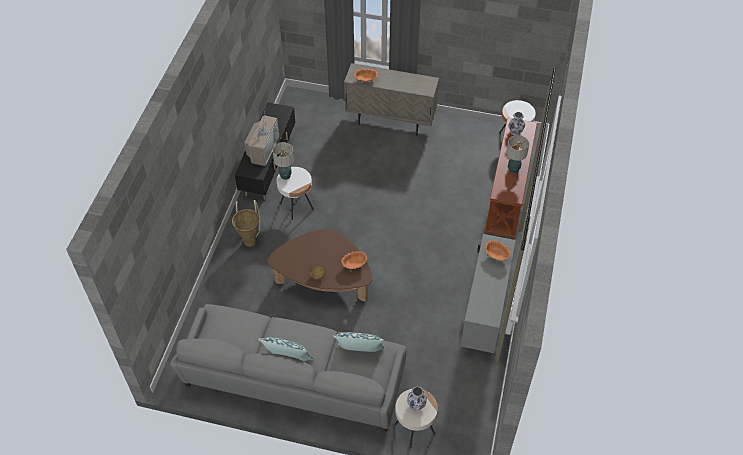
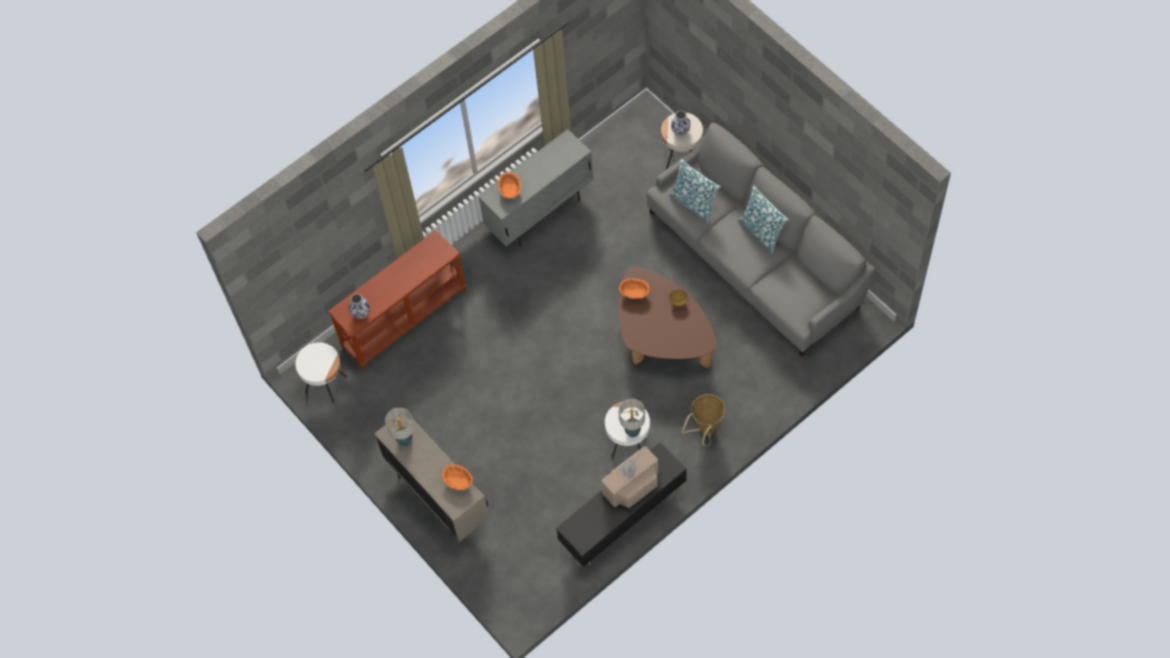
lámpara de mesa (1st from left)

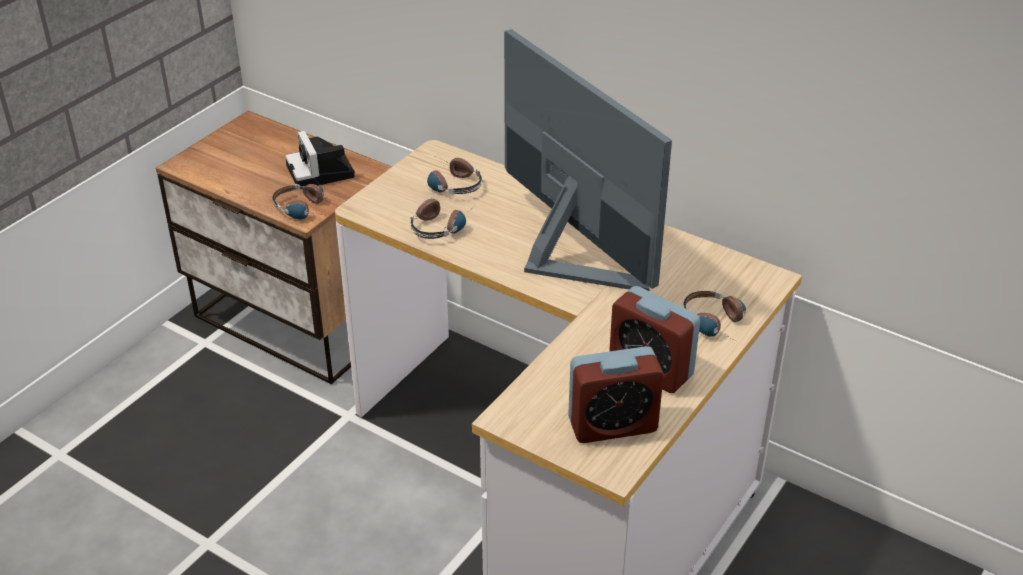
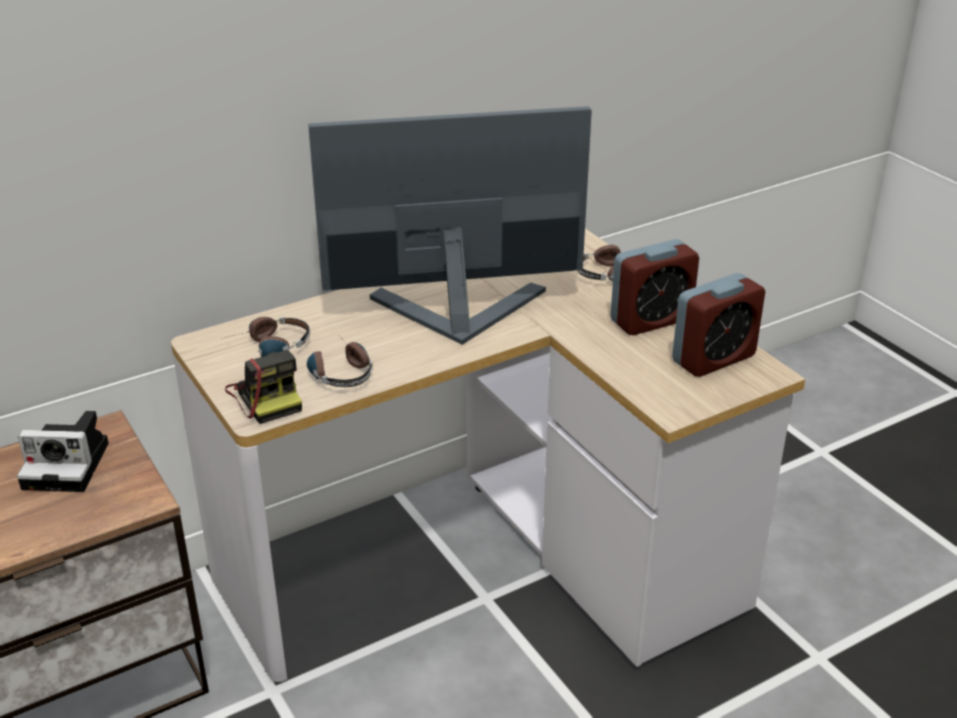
auriculares (1st from left in the first image)
cámara (2nd from left)
despertador (2nd from left)

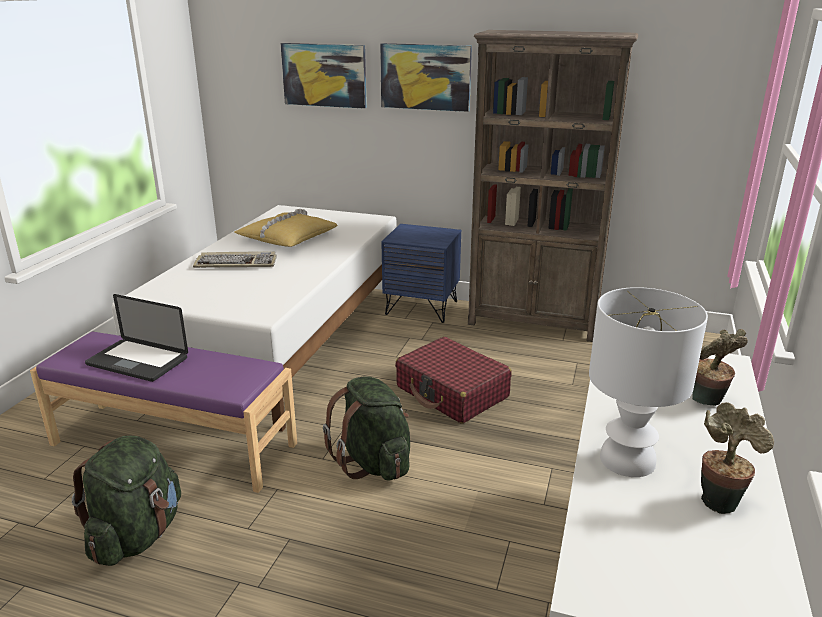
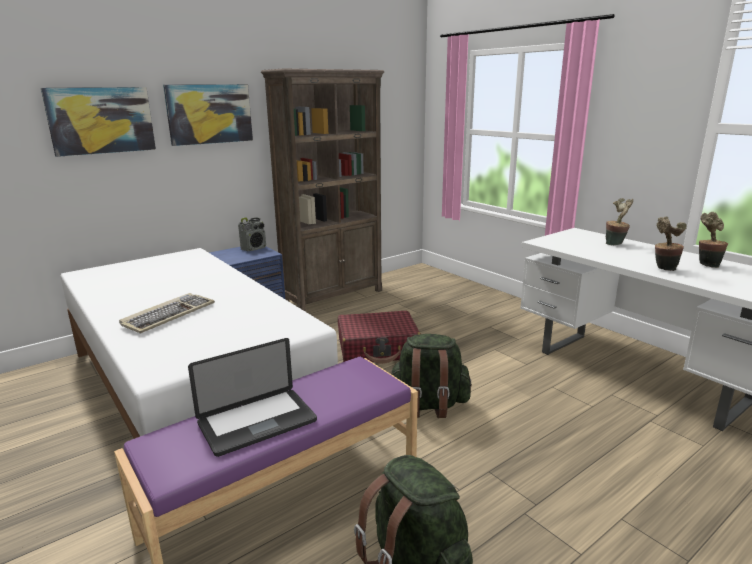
cojín/amarillo
radio
planta en maceta (2nd from left)

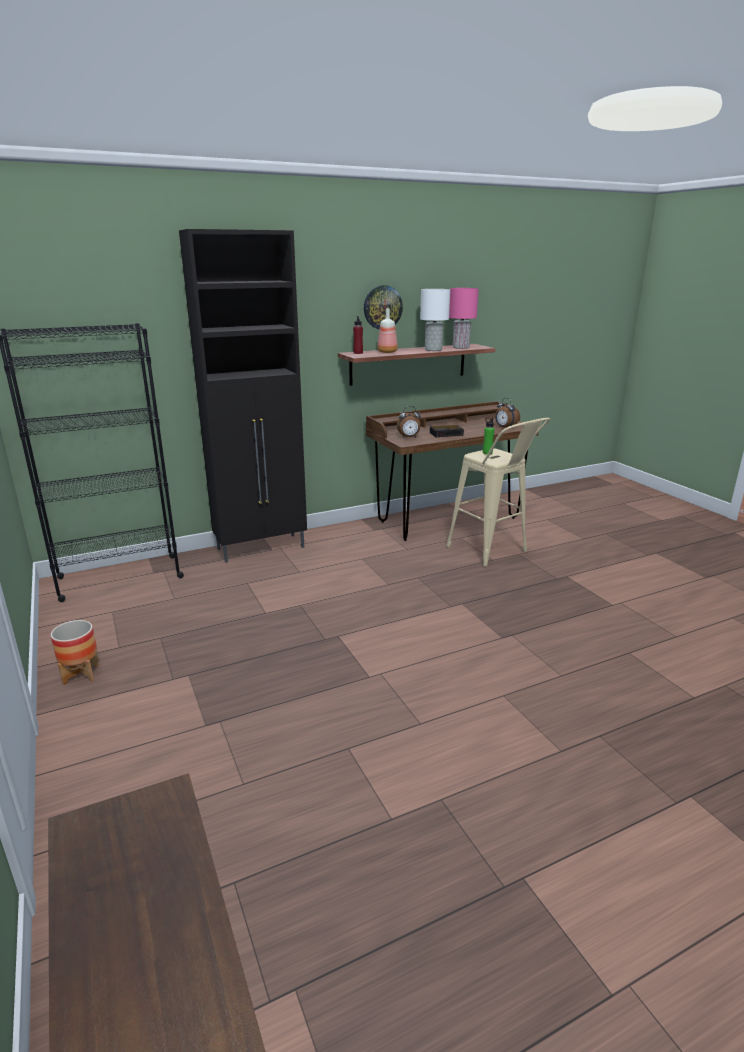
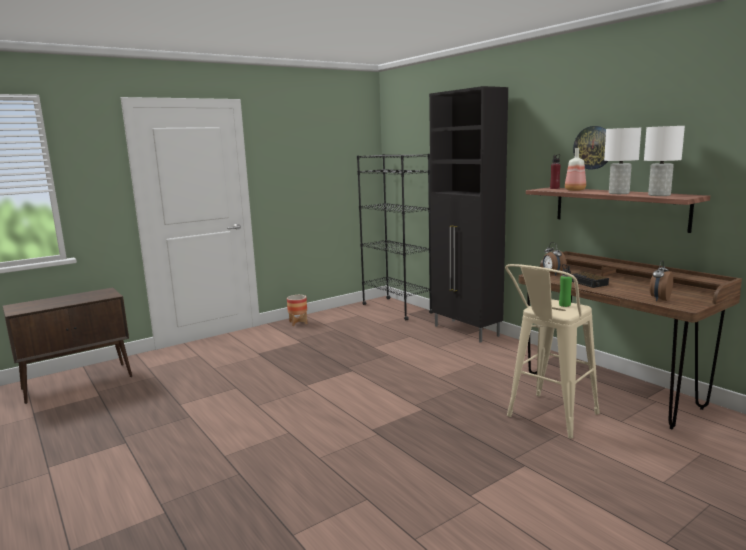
lámpara de mesa/blanco (2nd from left)

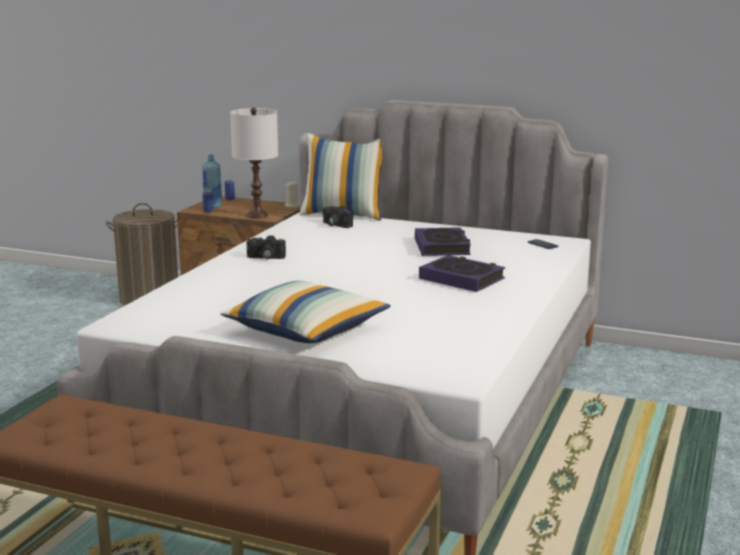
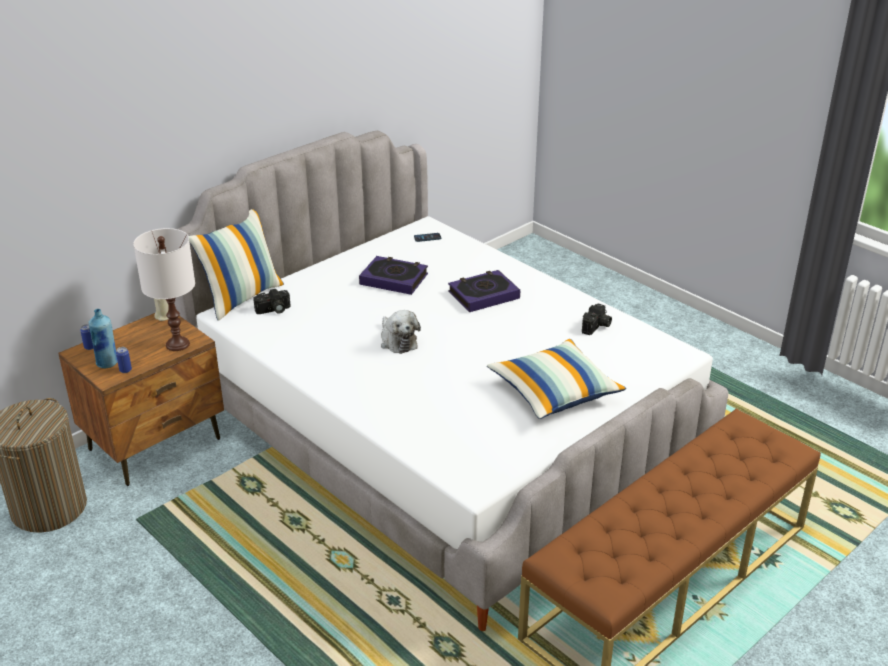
peluche
cámara (2nd from left)

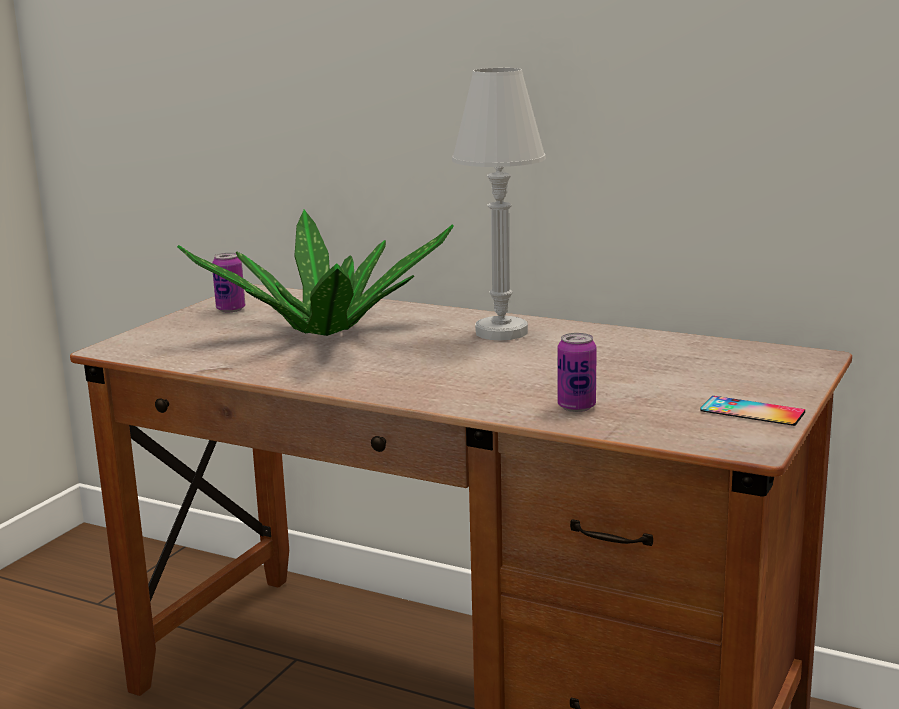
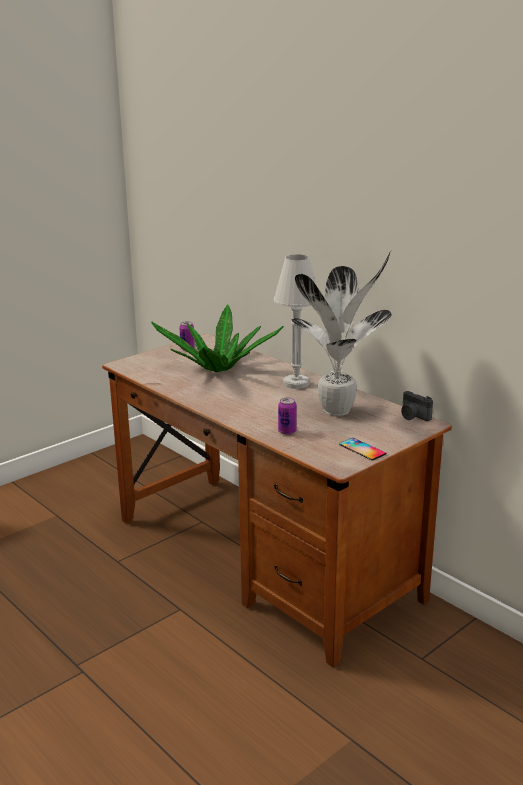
planta en maceta (2nd from left)
cámara

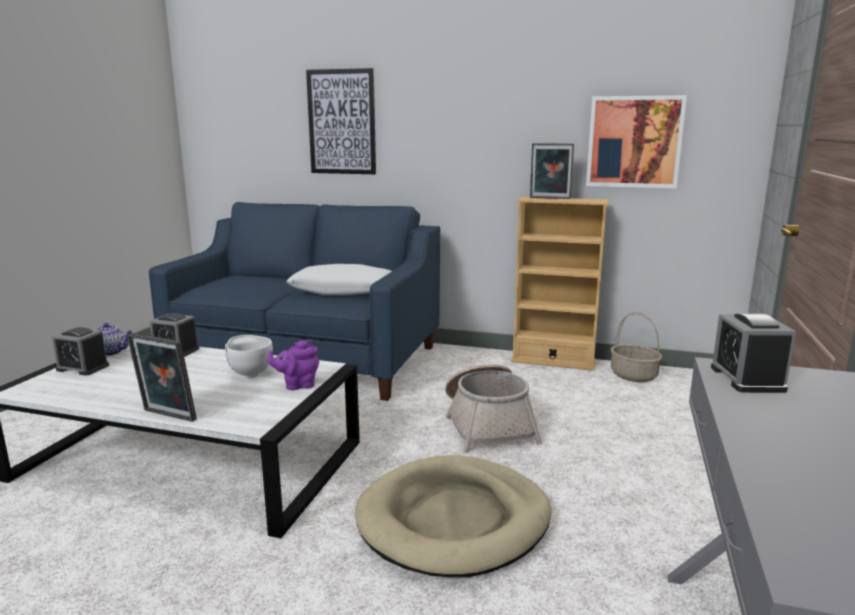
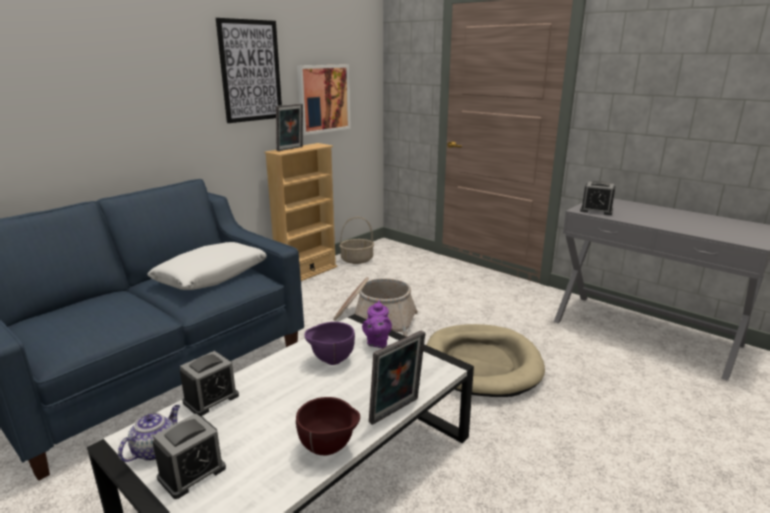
cuenco/marrón
cuadro (1st from left)
cuenco/morado

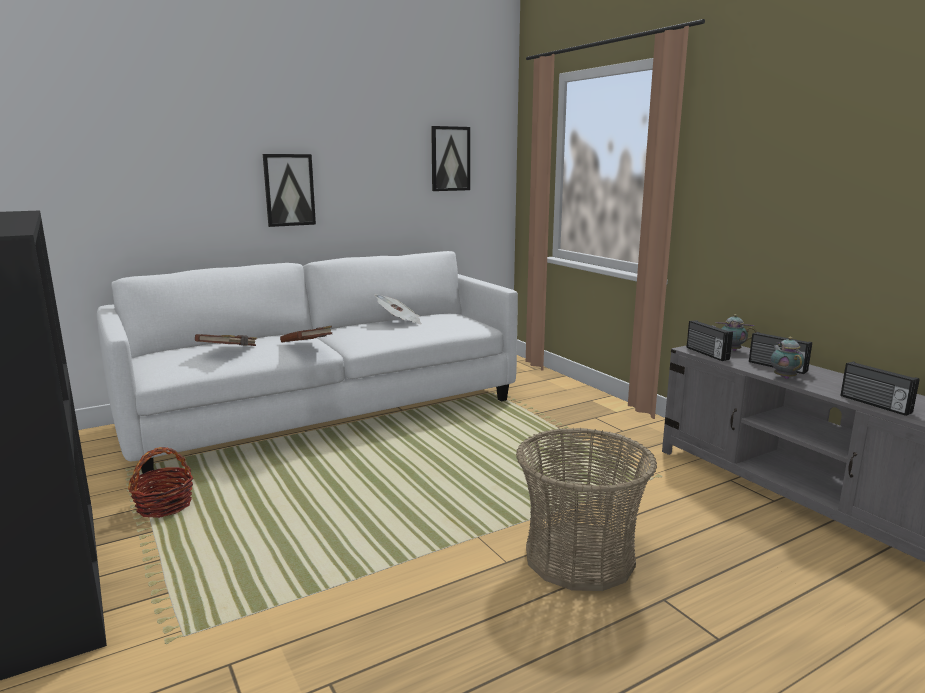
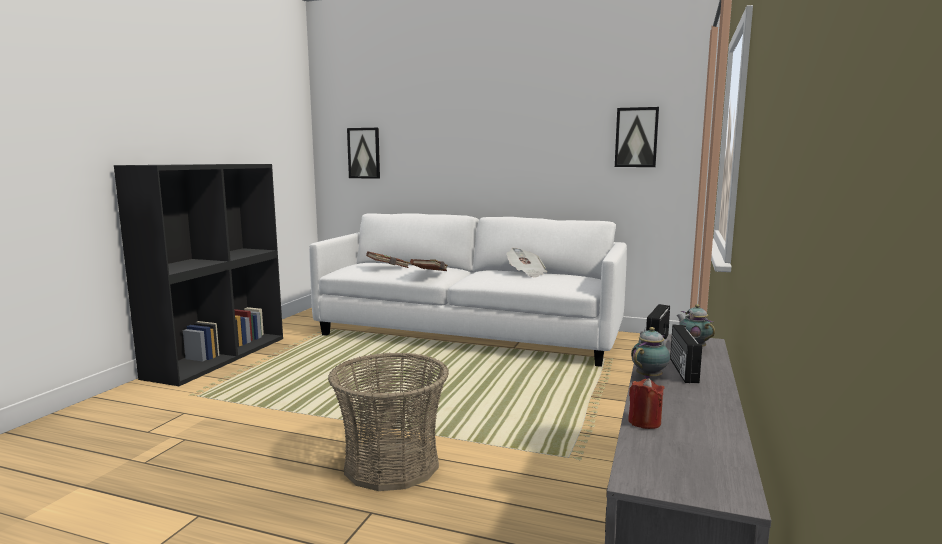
cesta (1st from left in the first image)
cuadro (1st from left)
vela/rojo

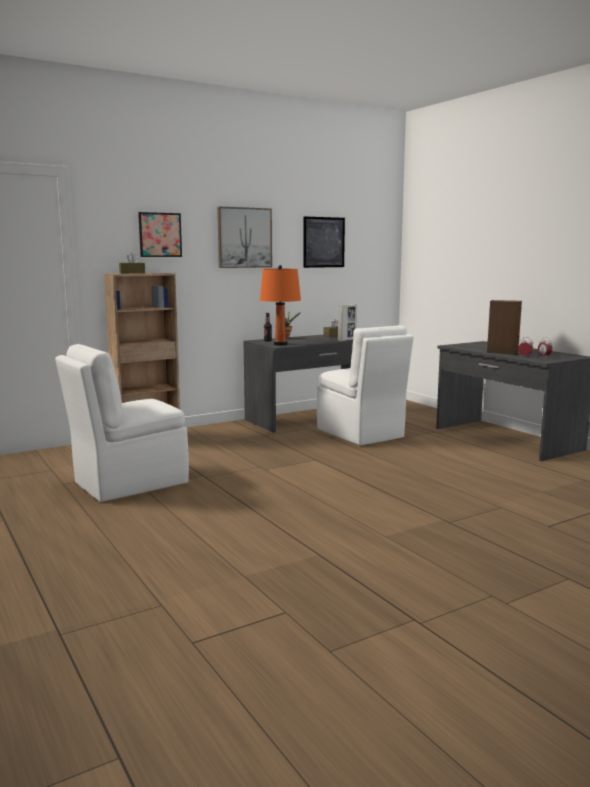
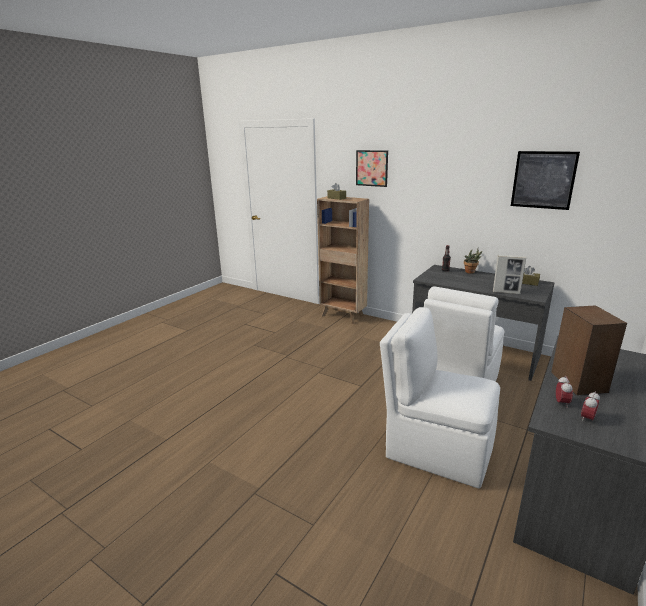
cuadro (2nd from left in the first image)
lámpara de mesa/naranja
silla/blanco (1st from left)

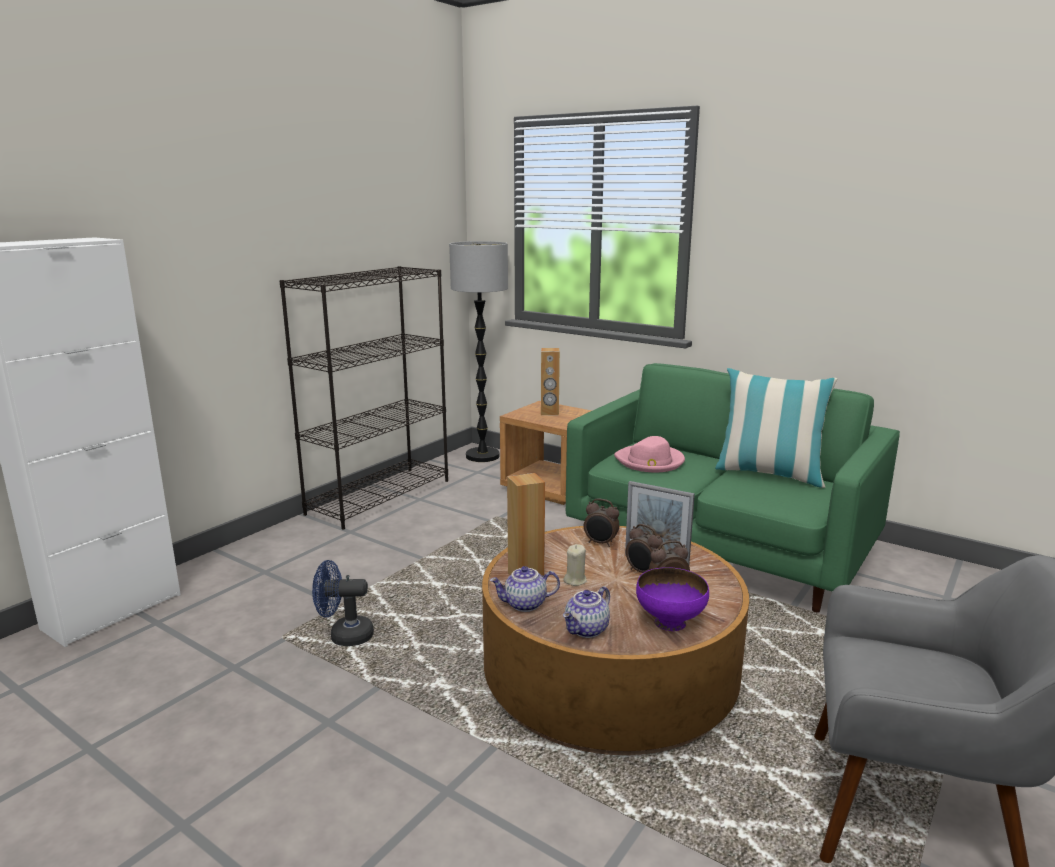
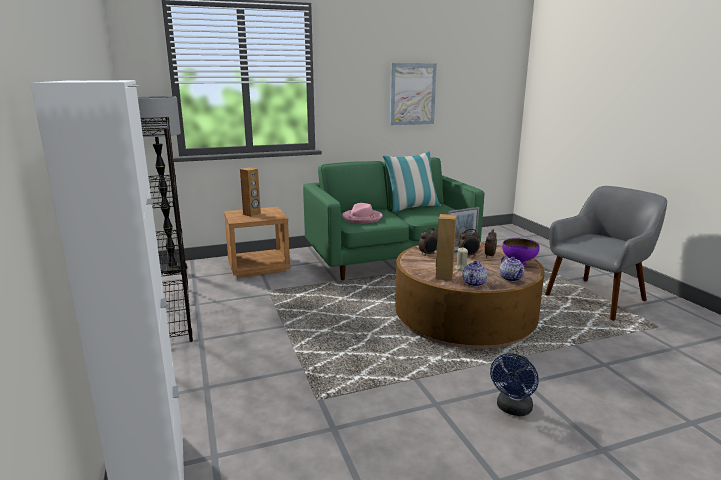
cuadro
ventilador/azul

